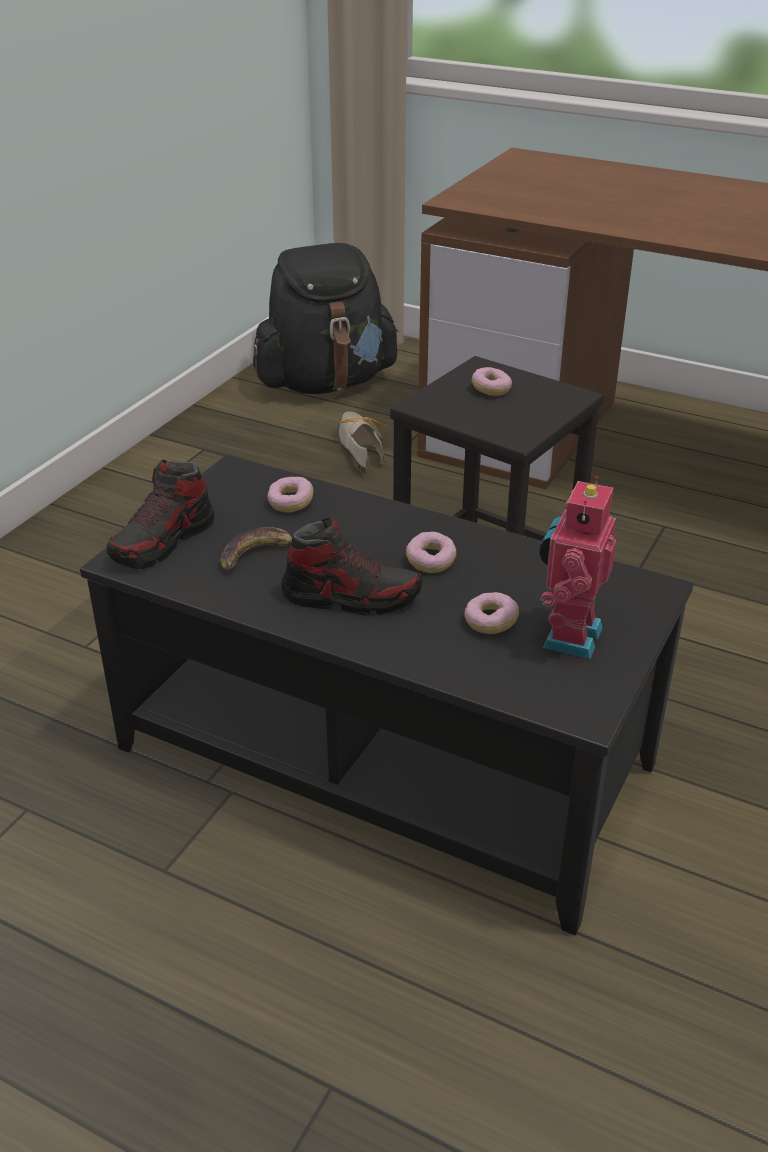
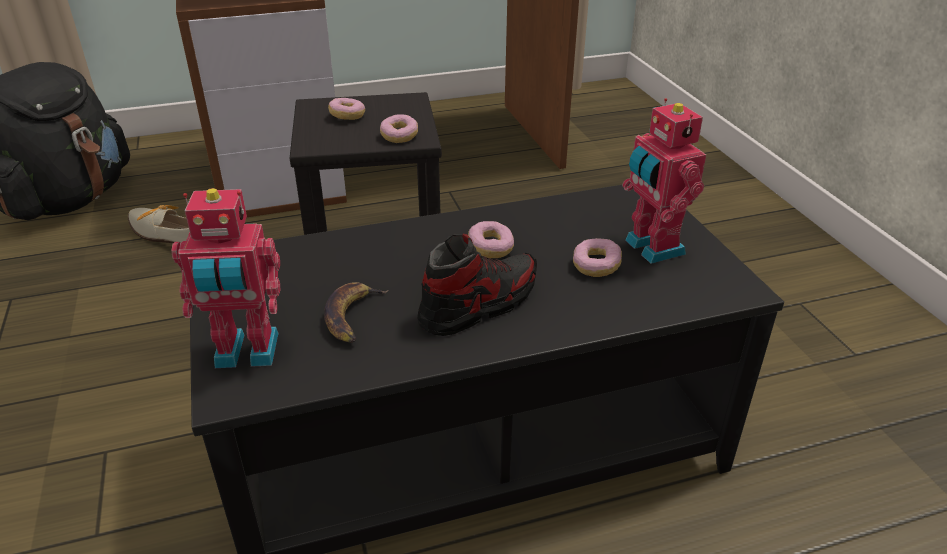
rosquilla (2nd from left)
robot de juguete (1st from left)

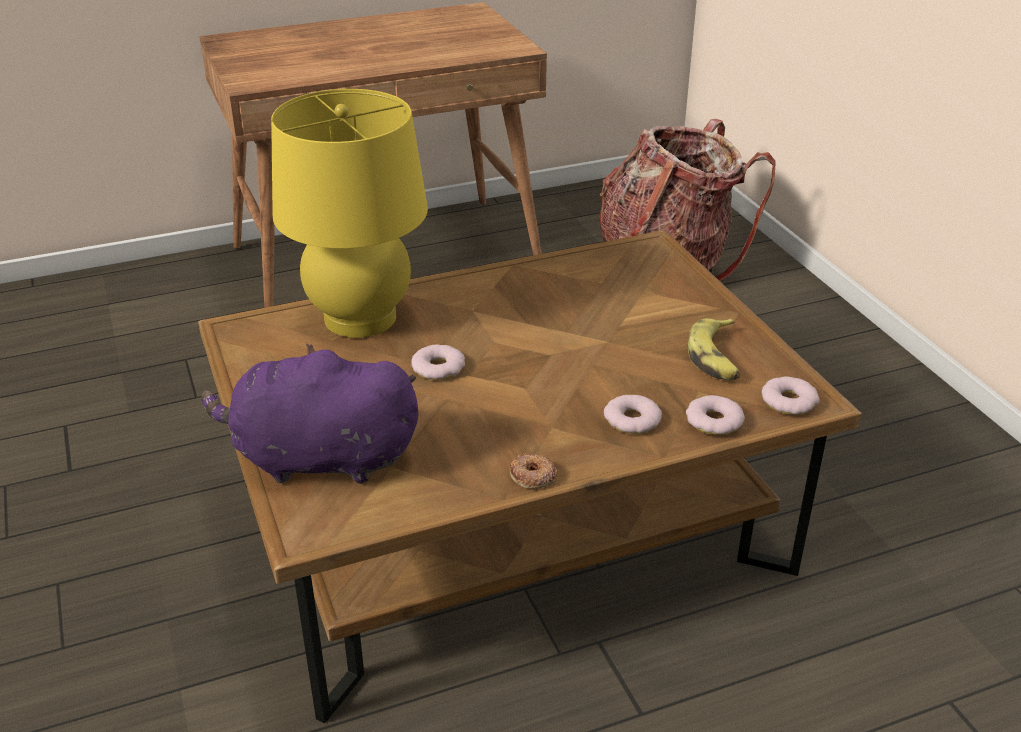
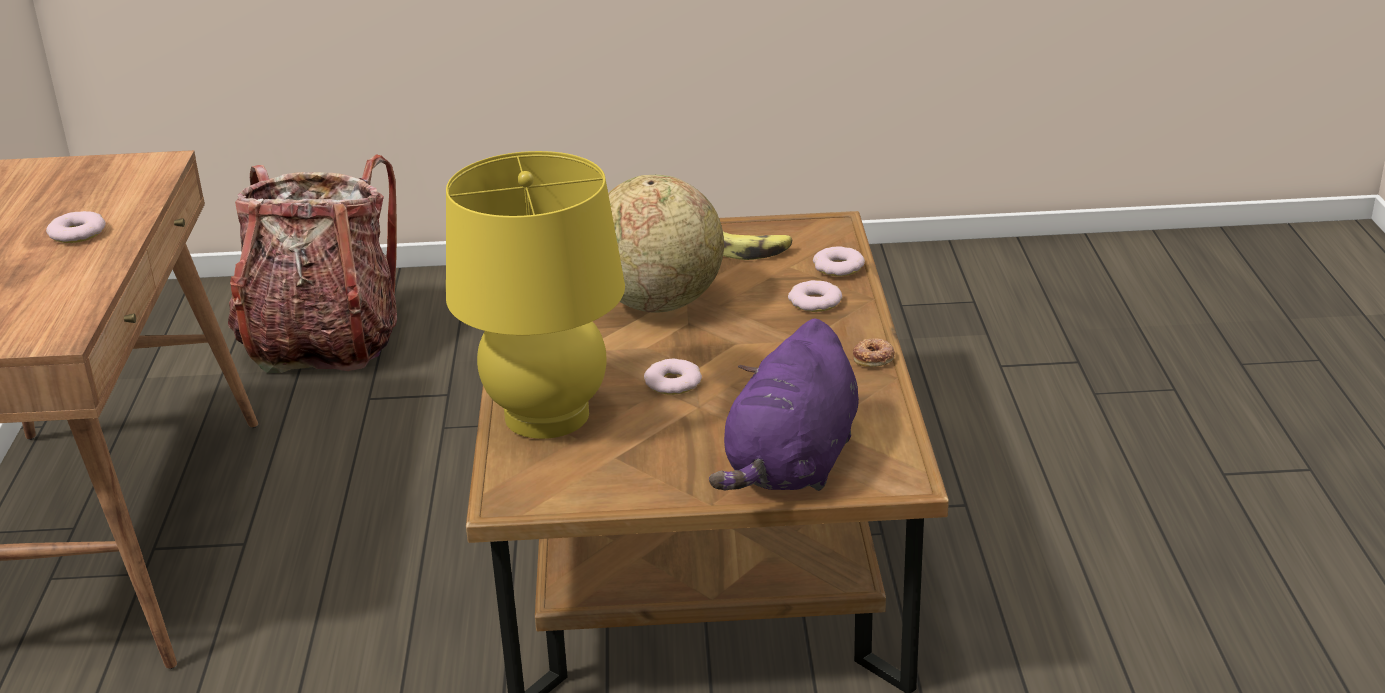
globo terráqueo
rosquilla (1st from left)

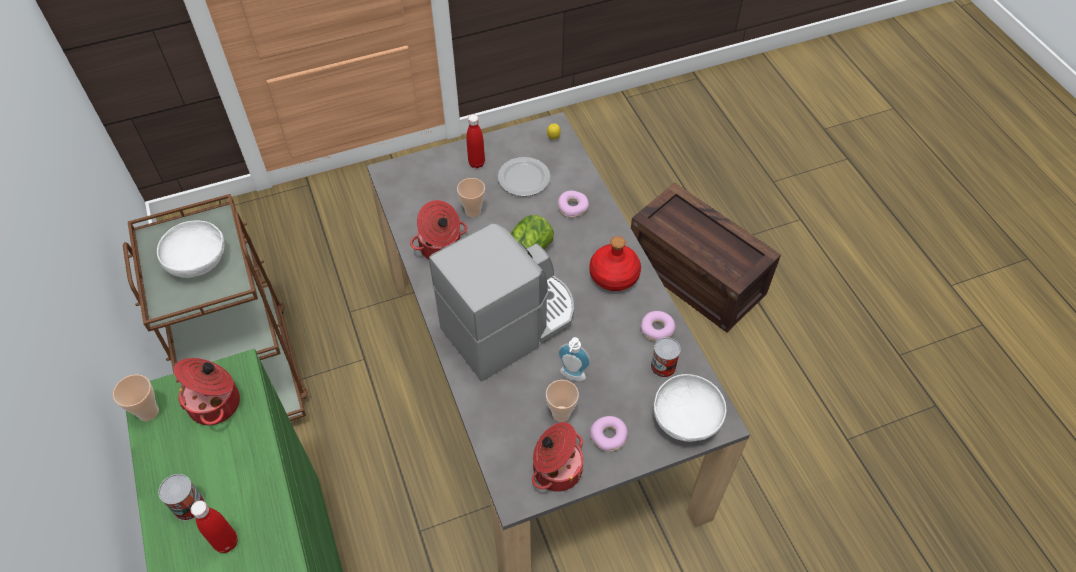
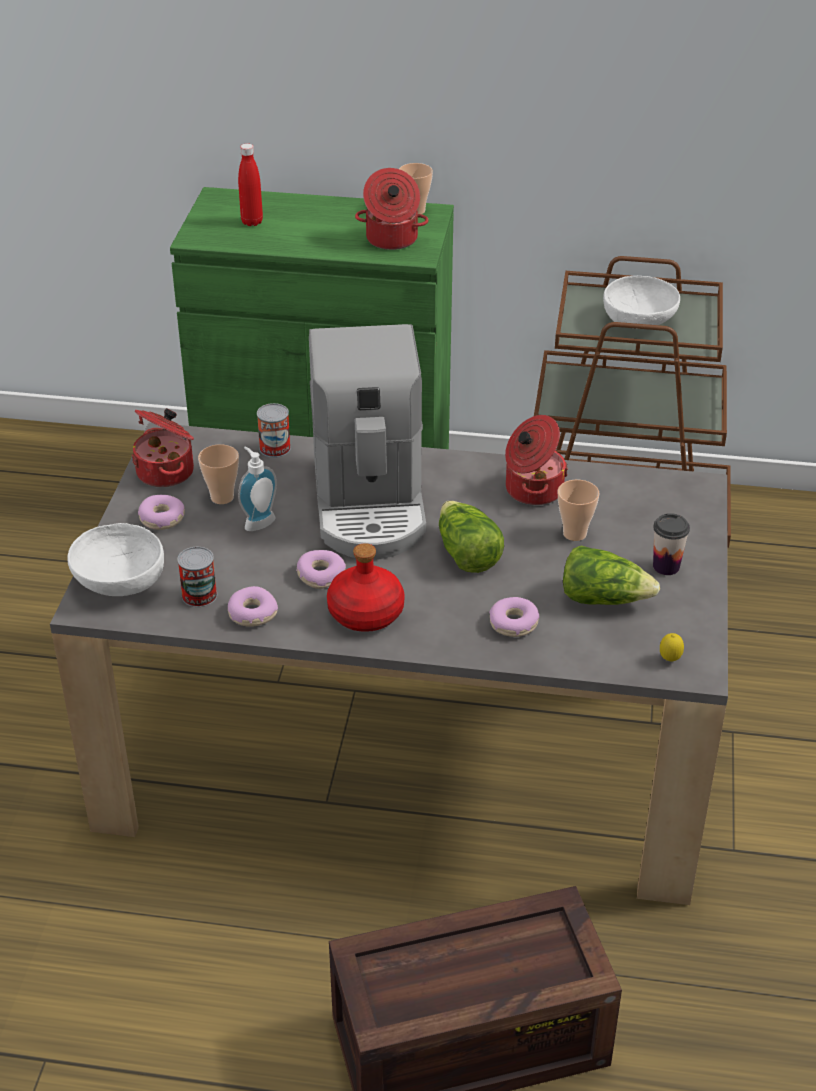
rosquilla (3rd from left)
lata (2nd from left)
taza (4th from left)
lechuga (2nd from left)

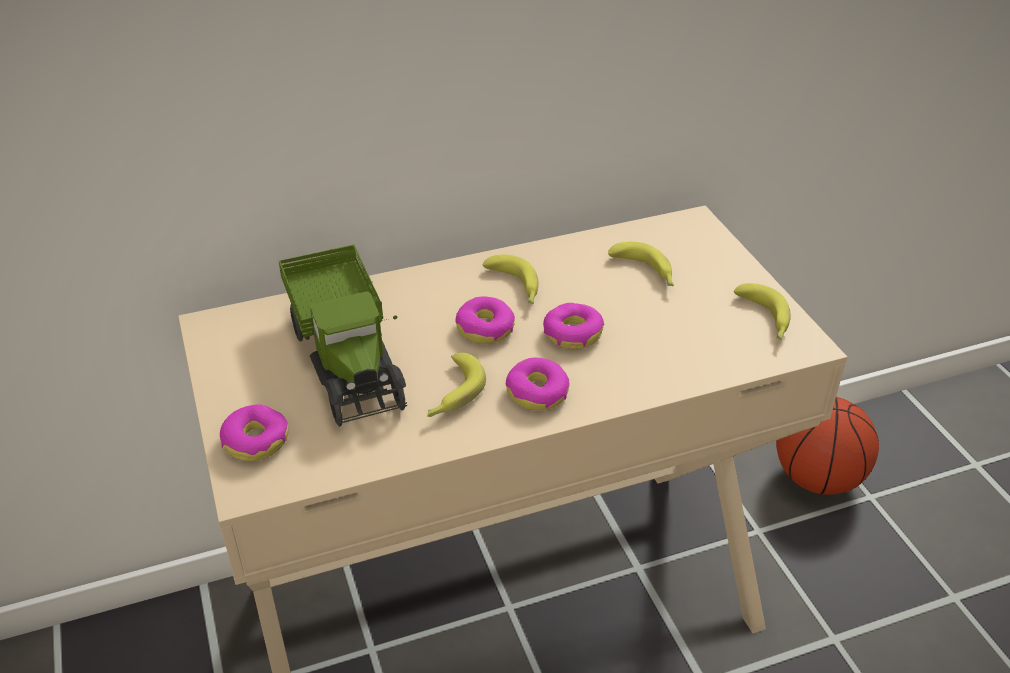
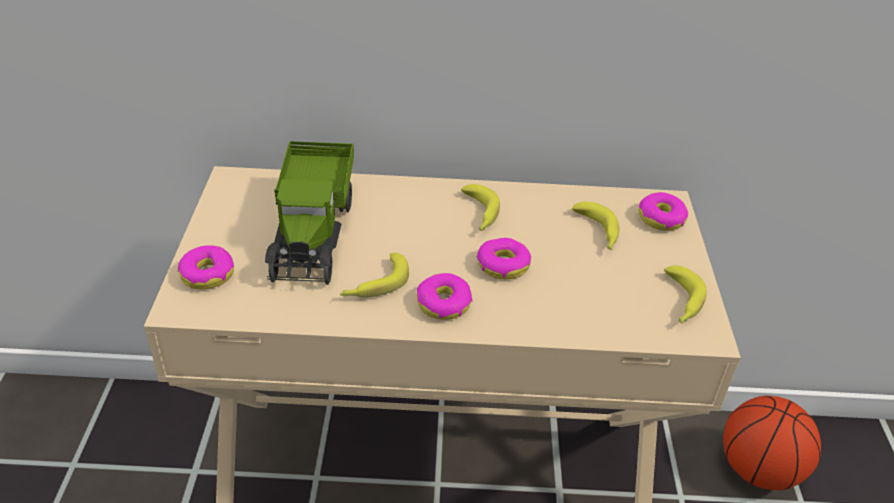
rosquilla (4th from left)

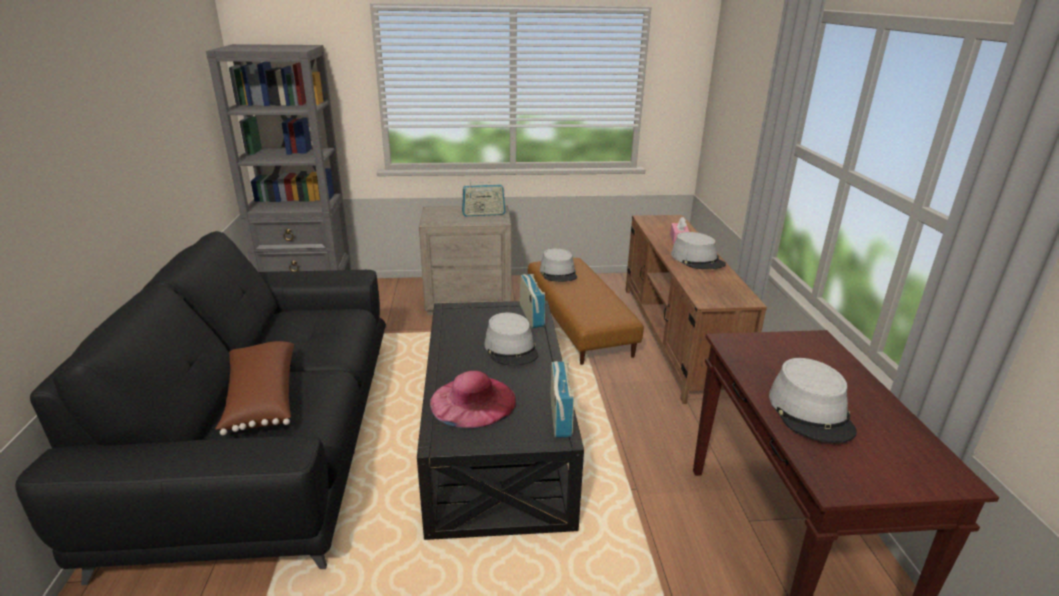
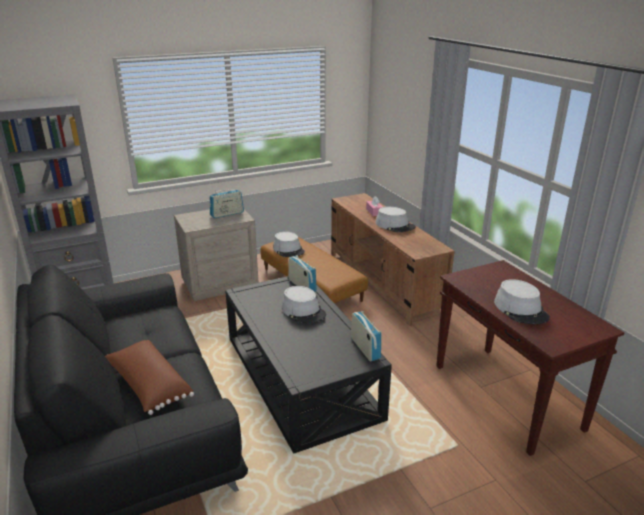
sombrero/rosa

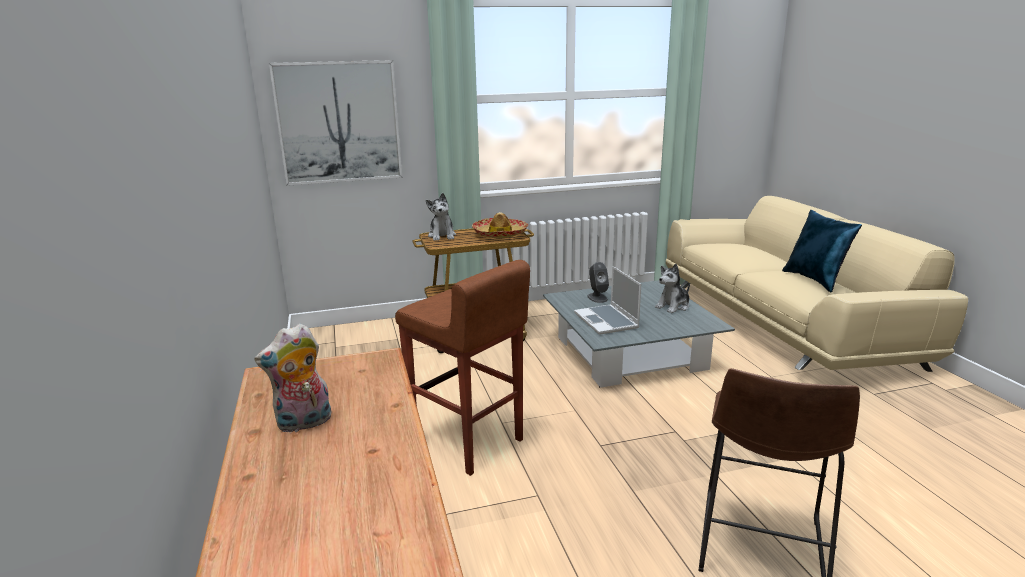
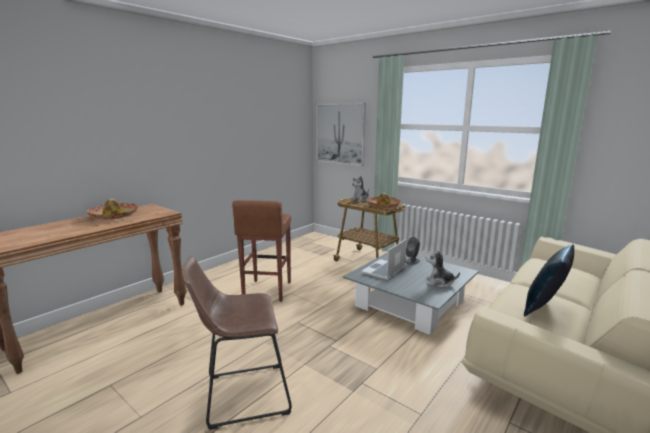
sombrero (1st from left)

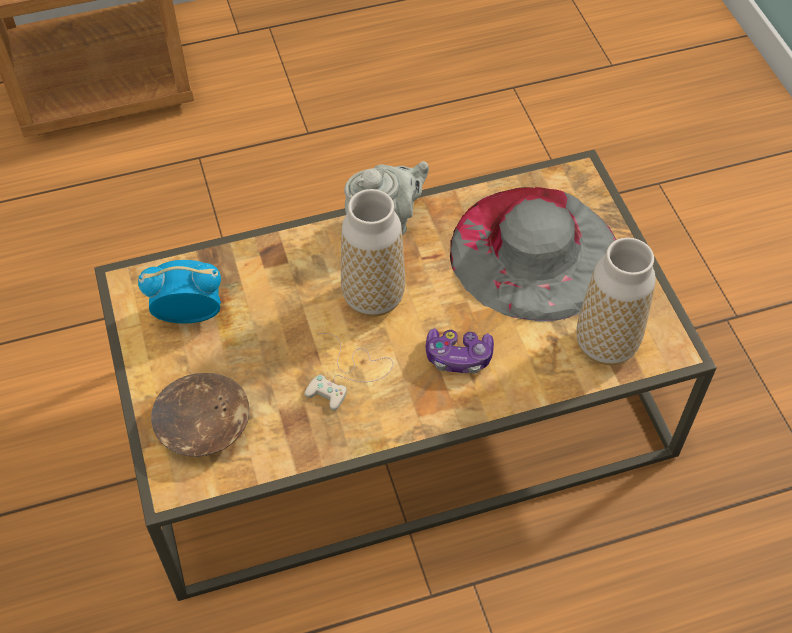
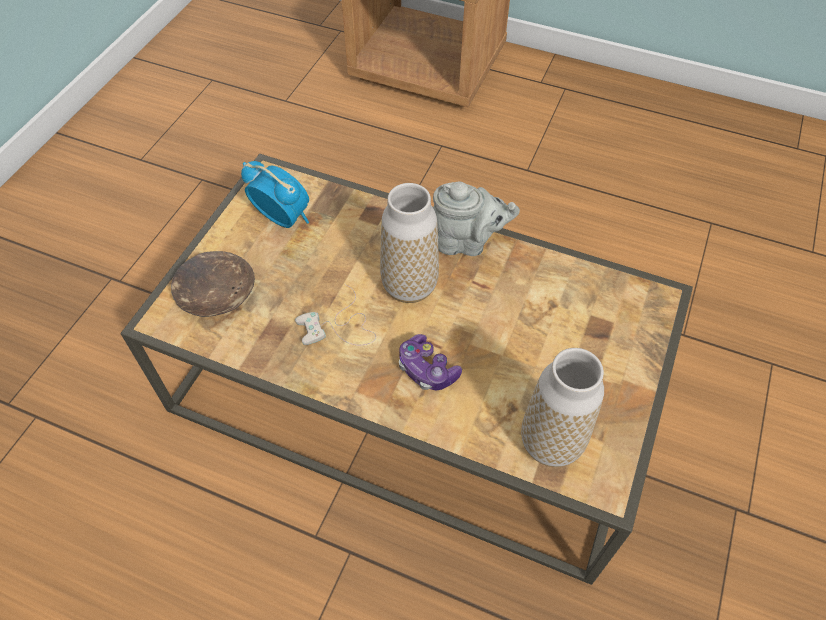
sombrero/gris

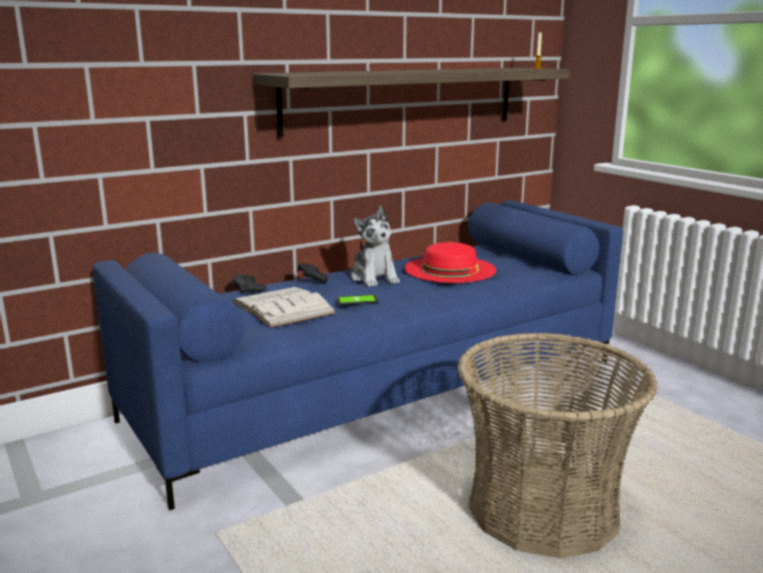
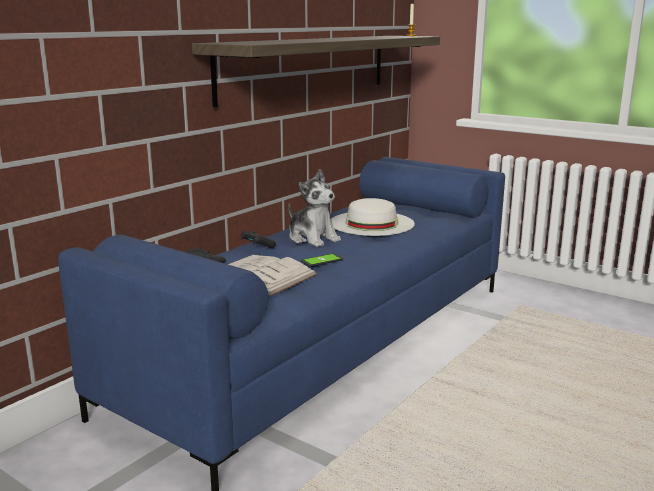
cesta
sombrero/blanco

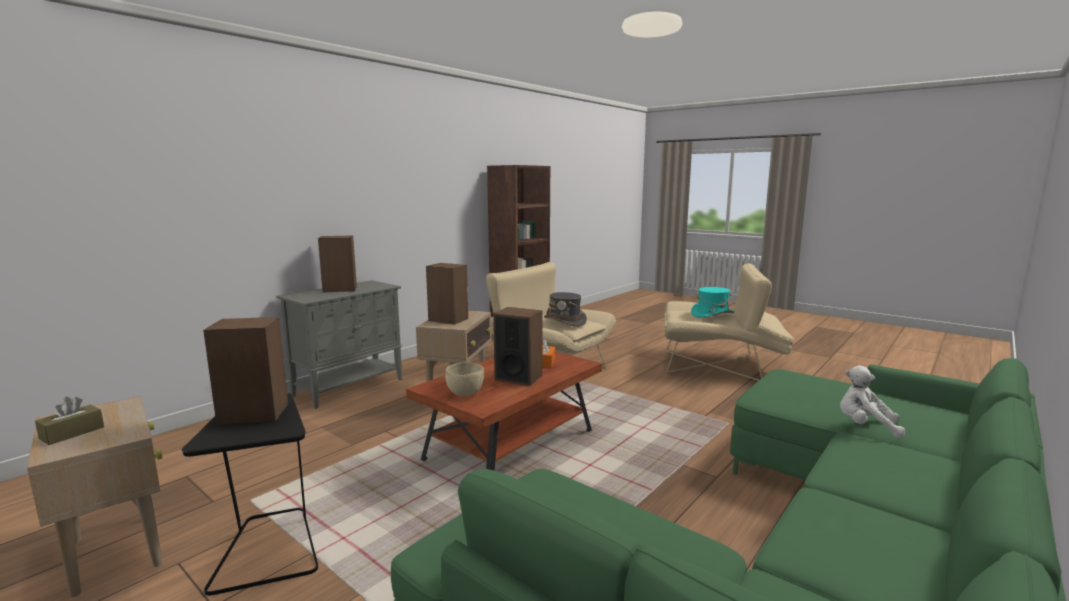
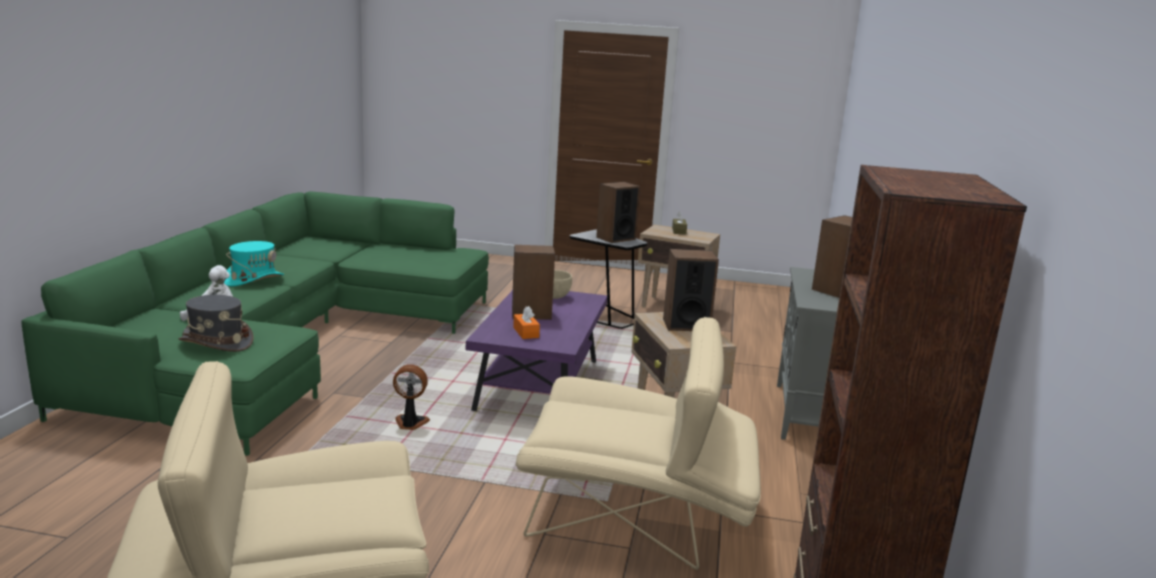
ventilador
sombrero/gris
sombrero/turquesa
mesa de centro/morado

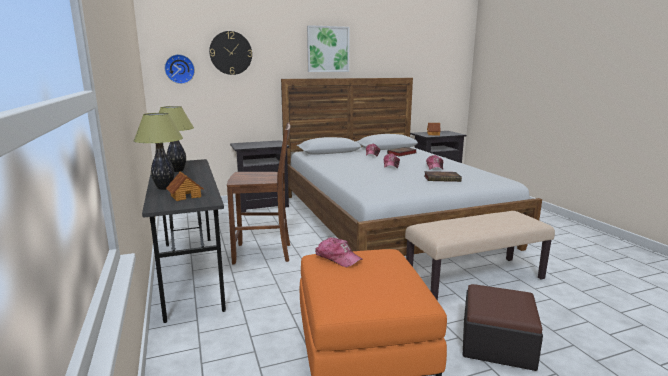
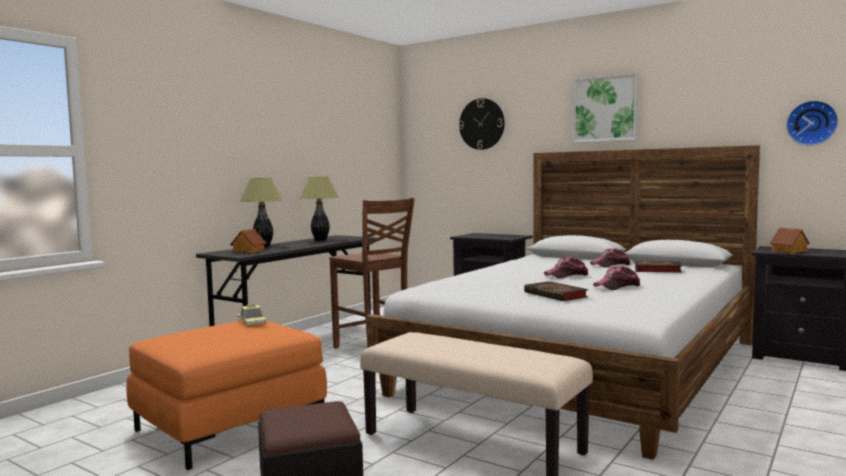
reloj de pared (2nd from left)
coche de juguete

